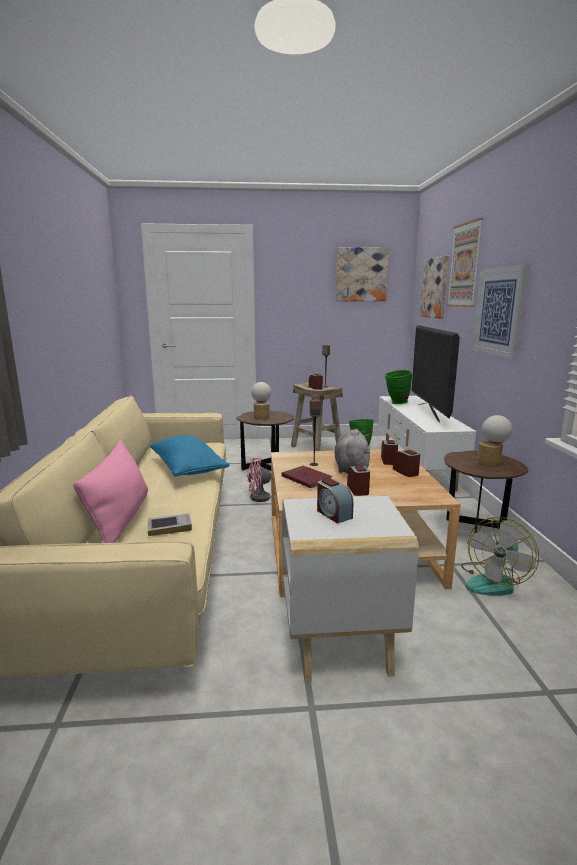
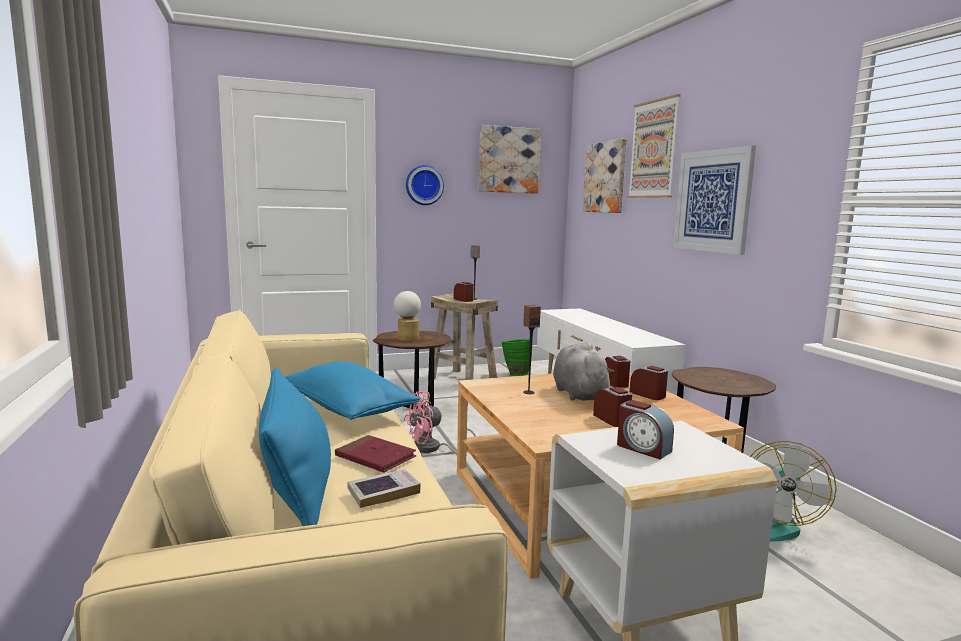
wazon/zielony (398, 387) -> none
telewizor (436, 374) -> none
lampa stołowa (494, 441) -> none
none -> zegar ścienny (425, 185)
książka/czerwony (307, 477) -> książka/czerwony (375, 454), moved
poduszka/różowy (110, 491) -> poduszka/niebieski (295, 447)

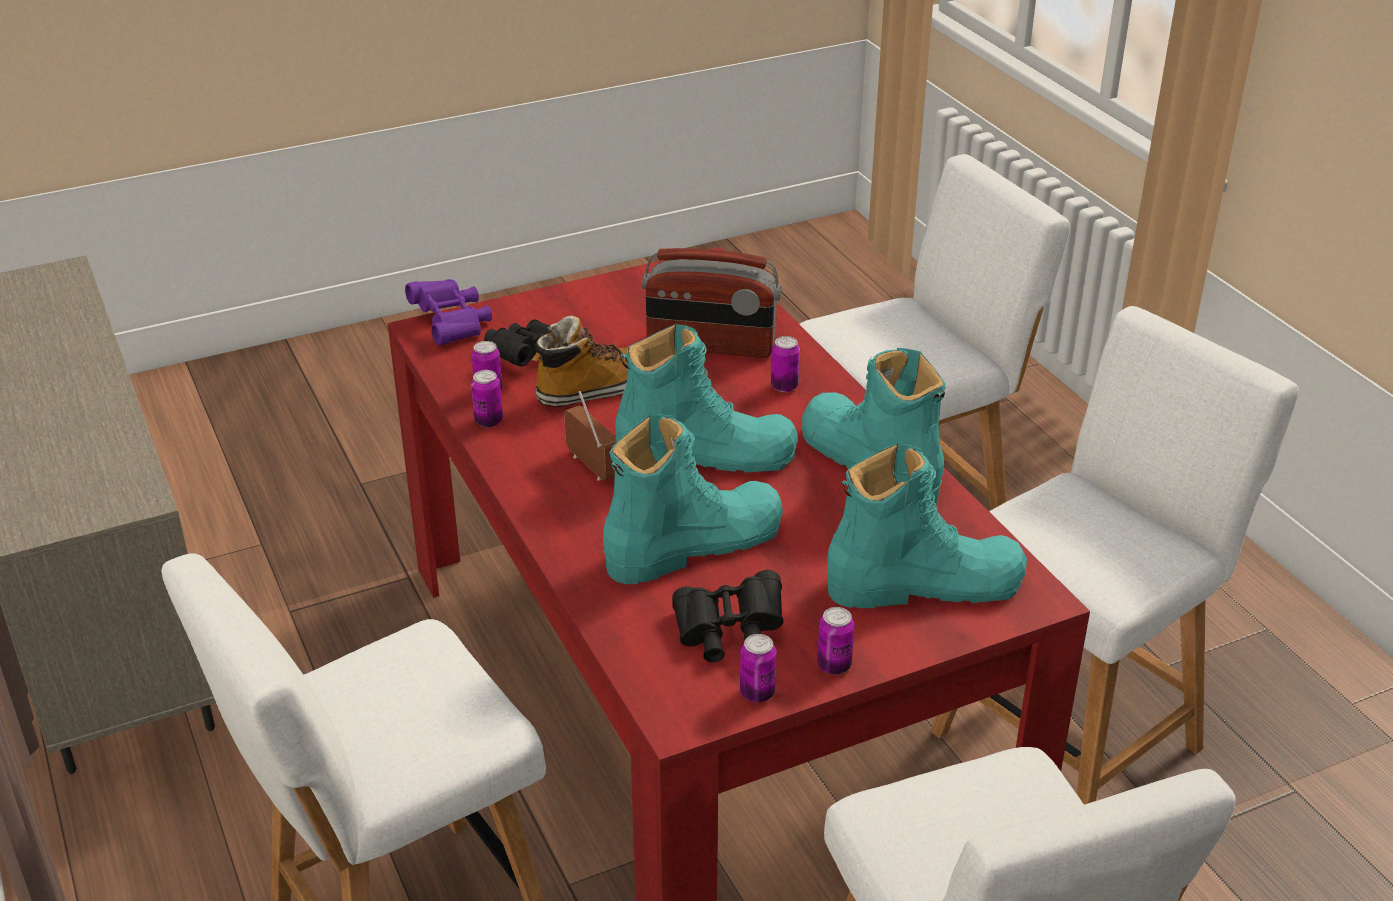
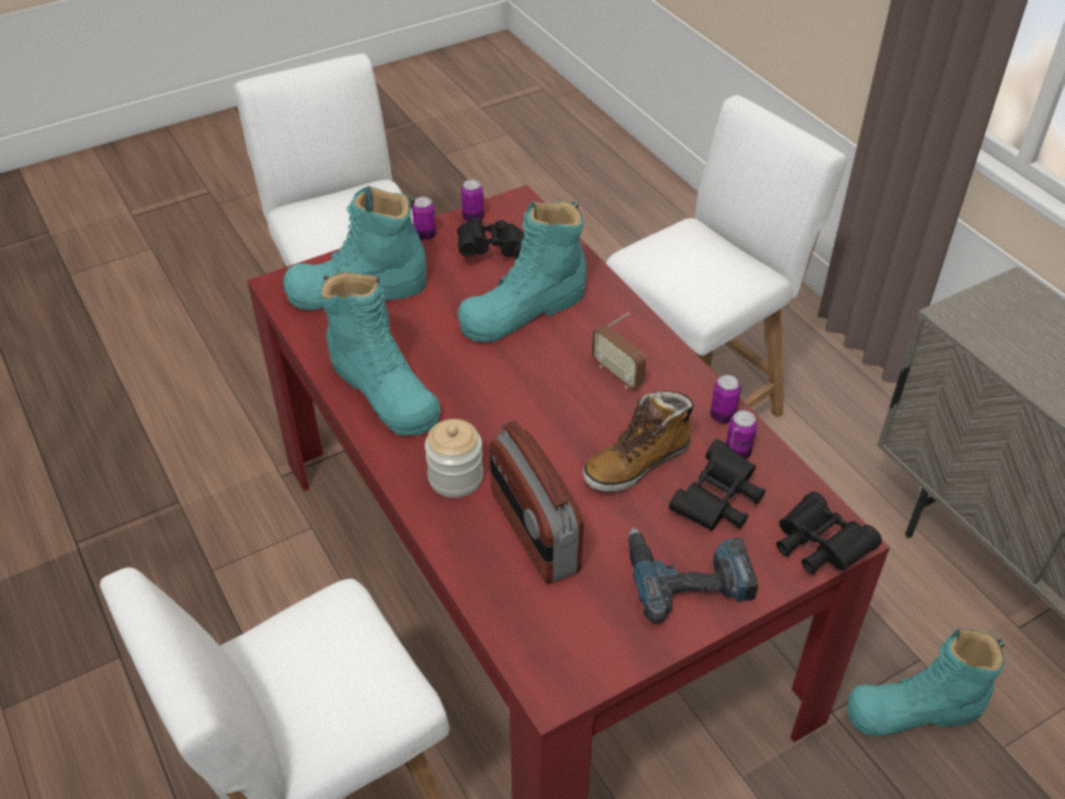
krzesło/biały (1115, 555) -> none
none -> wiertarka (693, 575)
but z cholewką/turkusowy (706, 398) -> but z cholewką/turkusowy (926, 682), moved
puszka (785, 364) -> słoik (454, 458)
lornetka/fioletowy (448, 312) -> lornetka/czarny (829, 532)
radio (711, 303) -> radio (536, 502), 120 degrees counterclockwise

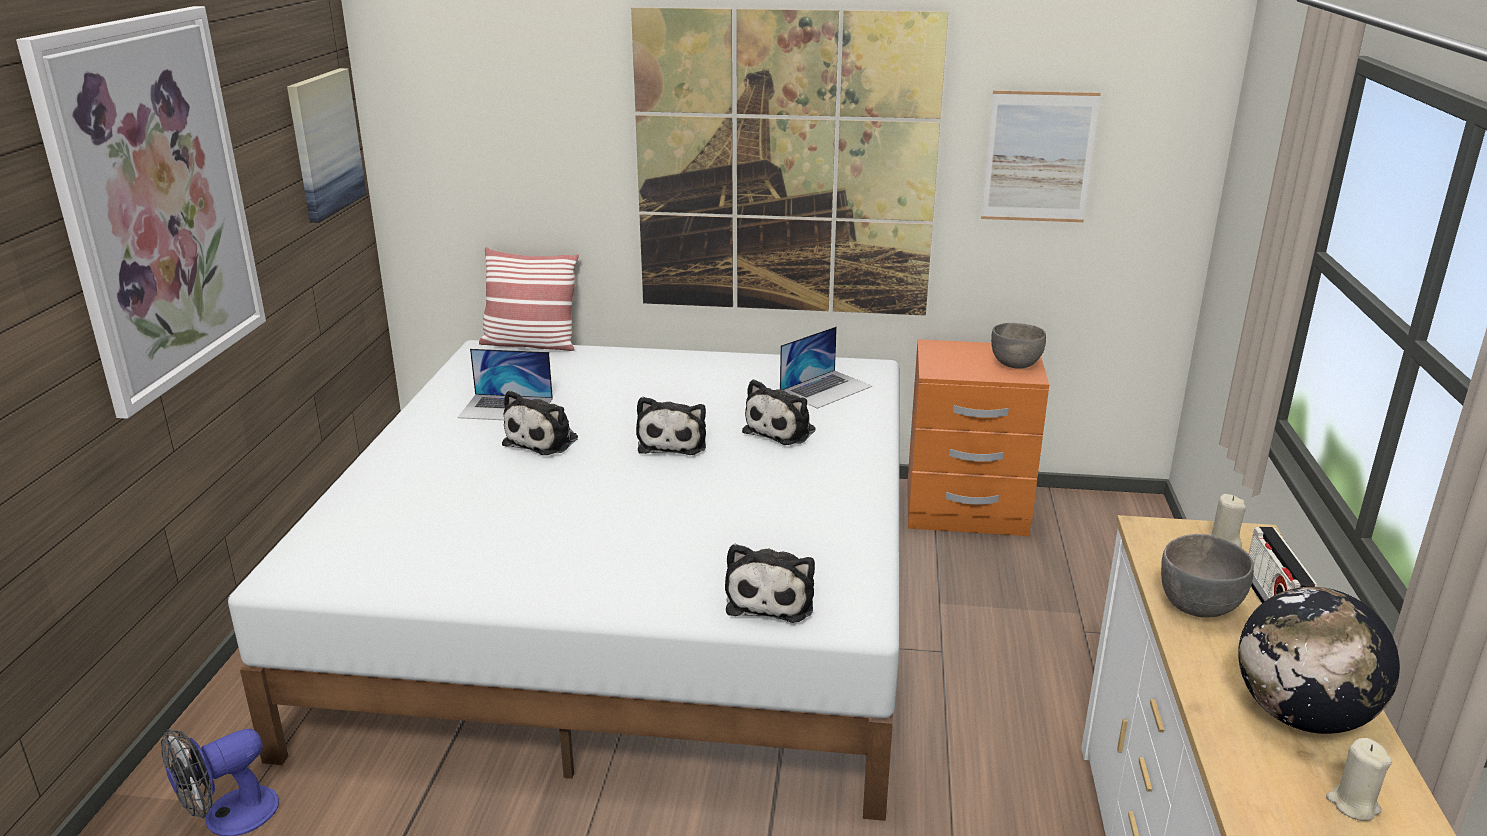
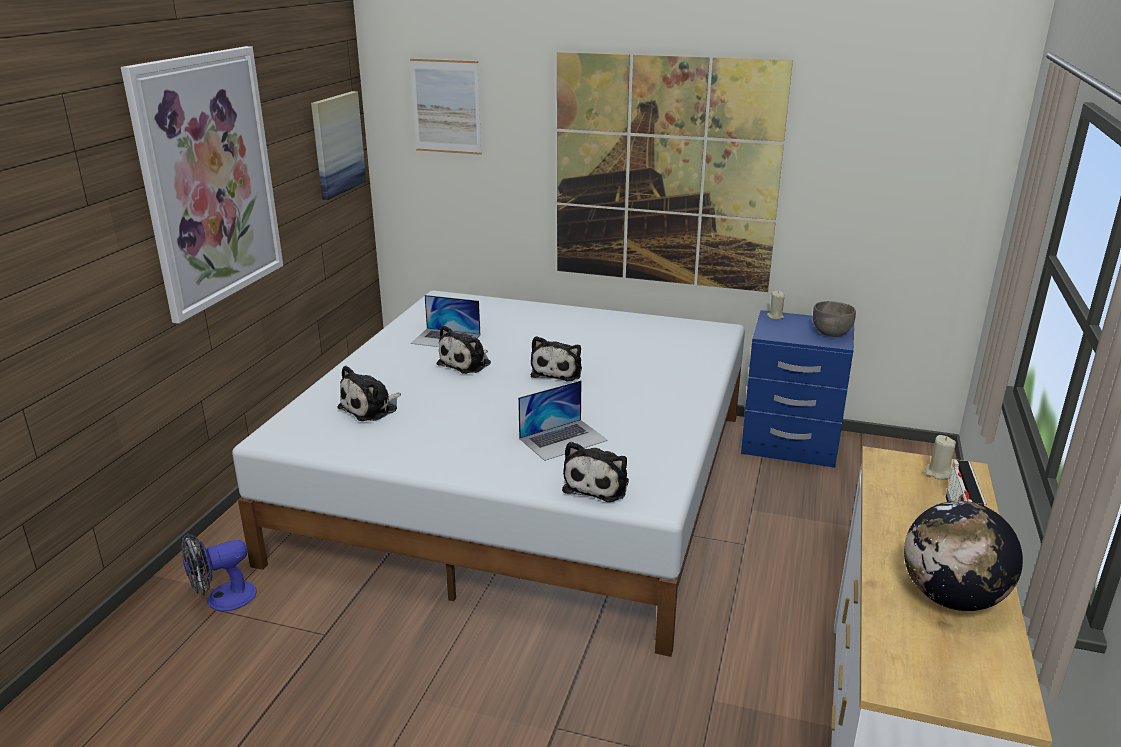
poduszka (529, 299) -> none
miska/szary (1207, 576) -> none
pluszak (779, 412) -> pluszak (369, 393), moved
laptop (826, 367) -> laptop (563, 420), moved
obraz (1041, 156) -> obraz (446, 107), moved
świeca/beżowy (1359, 779) -> świeca/beżowy (776, 305), moved
szafka nocna/pomarańczowy (978, 437) -> szafka nocna/niebieski (797, 389)

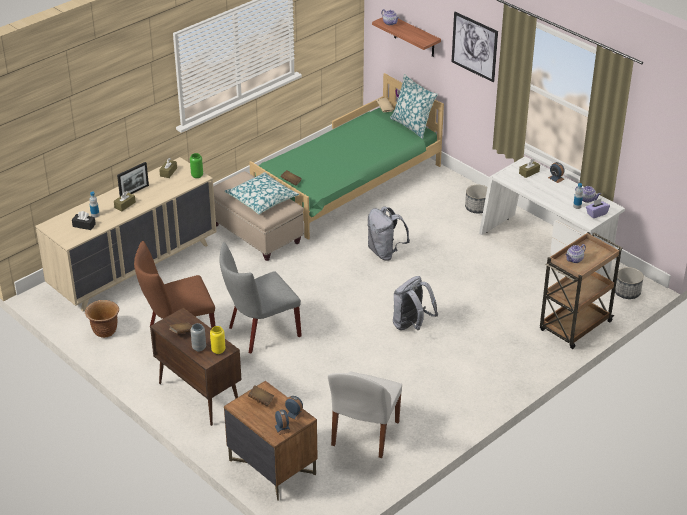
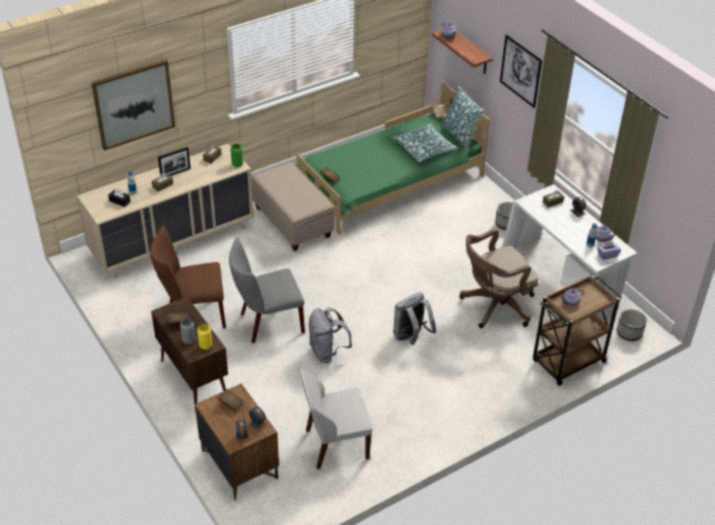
donica/brązowy (102, 319) -> none
none -> obraz (133, 105)
none -> krzesło biurowe/brązowy (499, 278)
poduszka (262, 193) -> poduszka (425, 143), moved
plecak/szary (388, 233) -> plecak/szary (330, 335), moved
krzesło/biały (365, 414) -> krzesło/biały (335, 418), 45 degrees clockwise

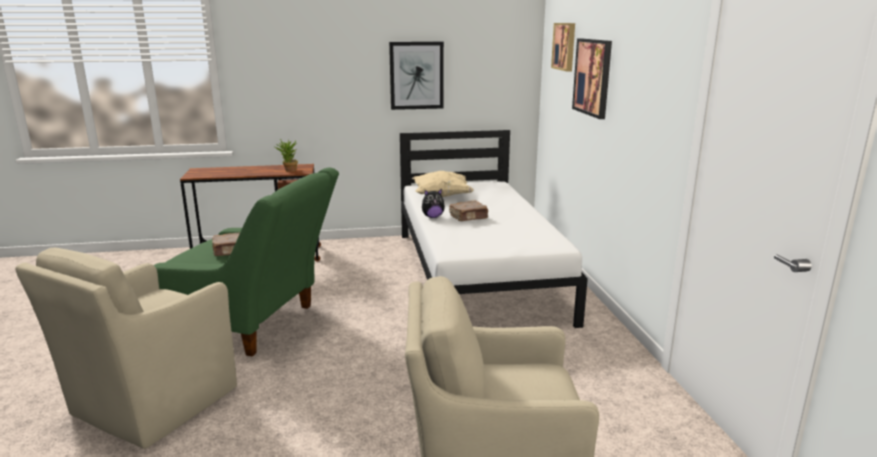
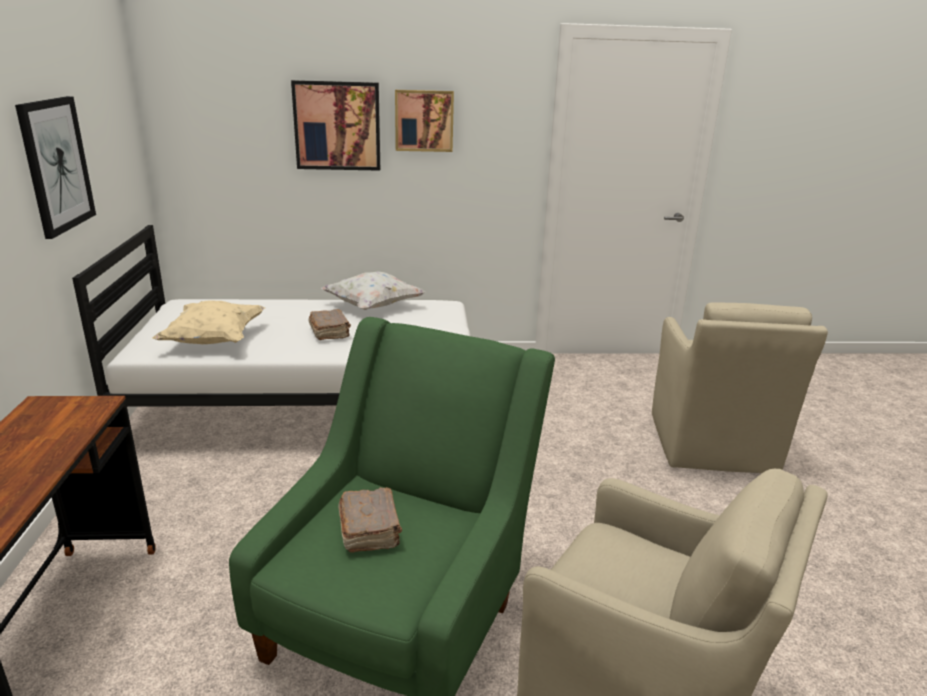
roślina doniczkowa (286, 155) -> none
pluszak (433, 203) -> none
none -> poduszka/biały (373, 290)
obraz (563, 47) -> obraz (424, 121), moved

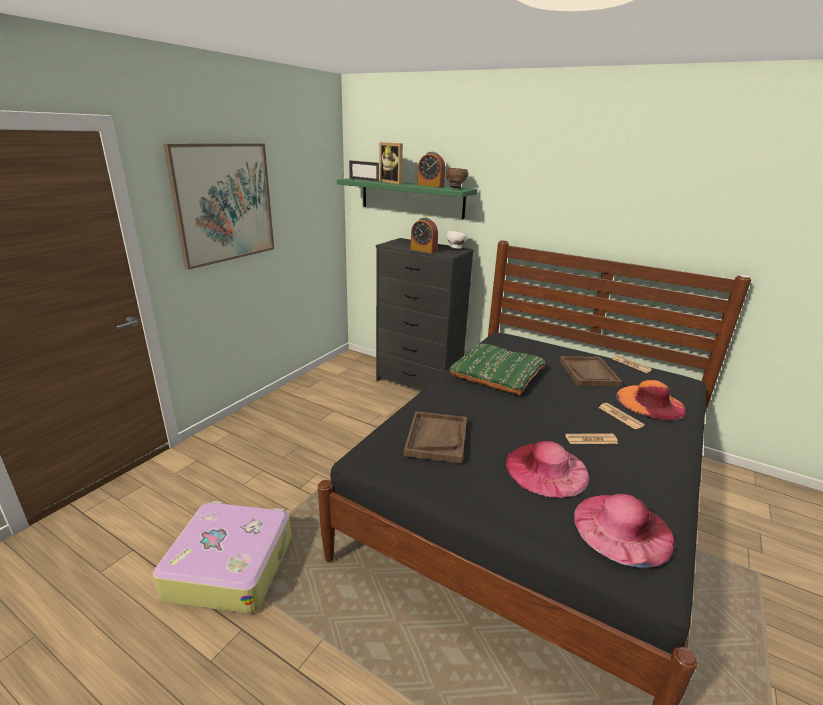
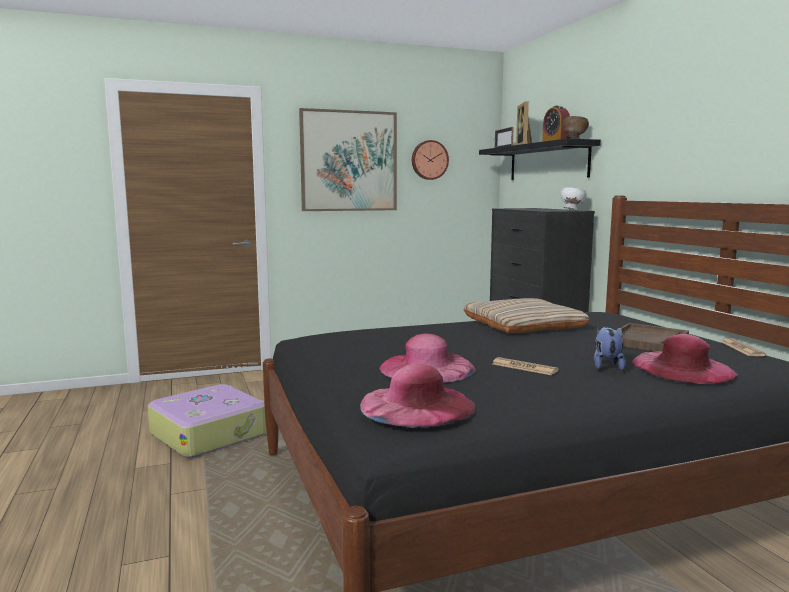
taca/brązowy (435, 437) -> none
budzik (424, 235) -> none
none -> zegar ścienny (430, 160)
gazeta (621, 416) -> pluszak (610, 348)
półka/zielony (407, 199) -> półka/czarny (540, 159)
poduszka/zielony (497, 369) -> poduszka/beżowy (526, 315)
kapelusz/pomarańczowy (651, 400) -> kapelusz/różowy (685, 359)

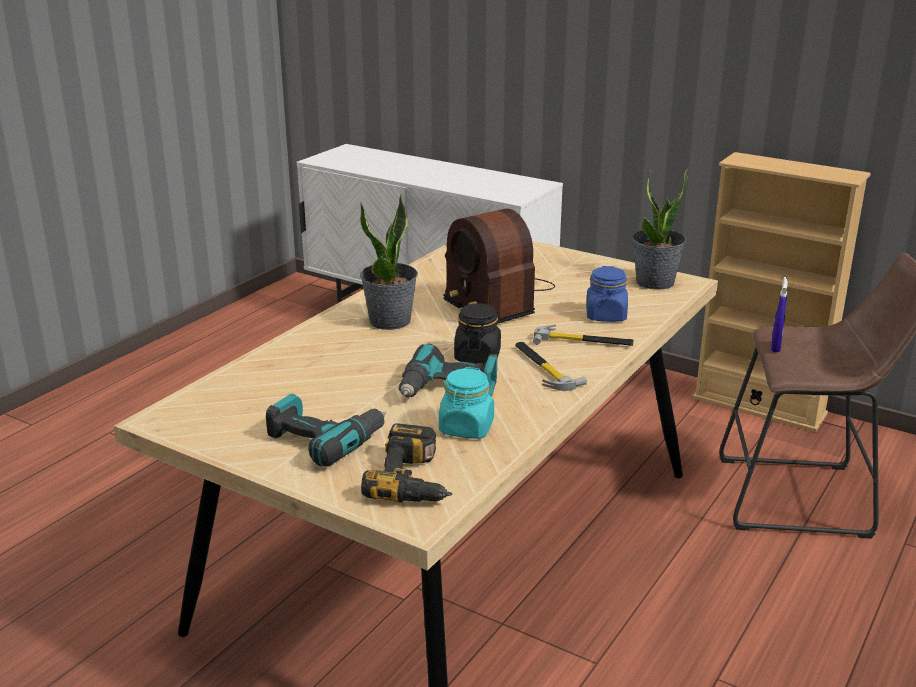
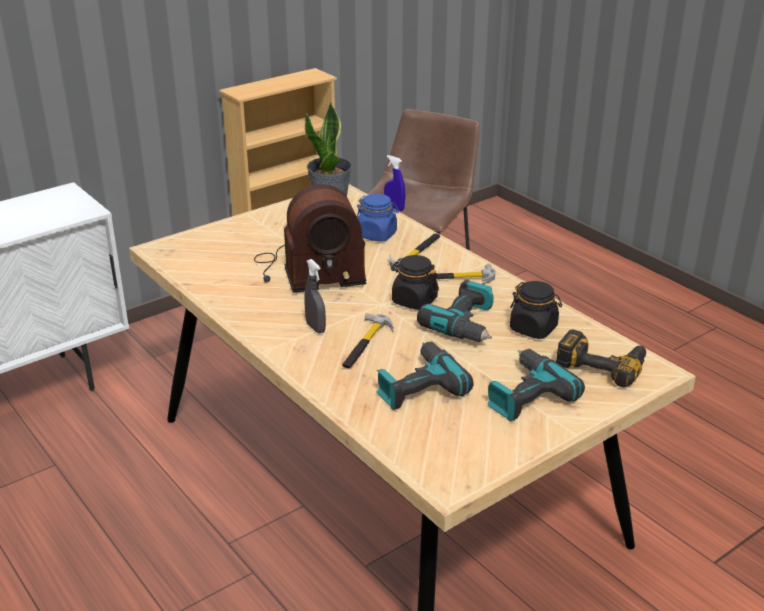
none -> młotek (367, 340)
none -> wiertarka (425, 375)
roślina doniczkowa (389, 262) -> spryskiwacz/szary (315, 296)
słoik/turkusowy (466, 403) -> słoik/czarny (536, 310)

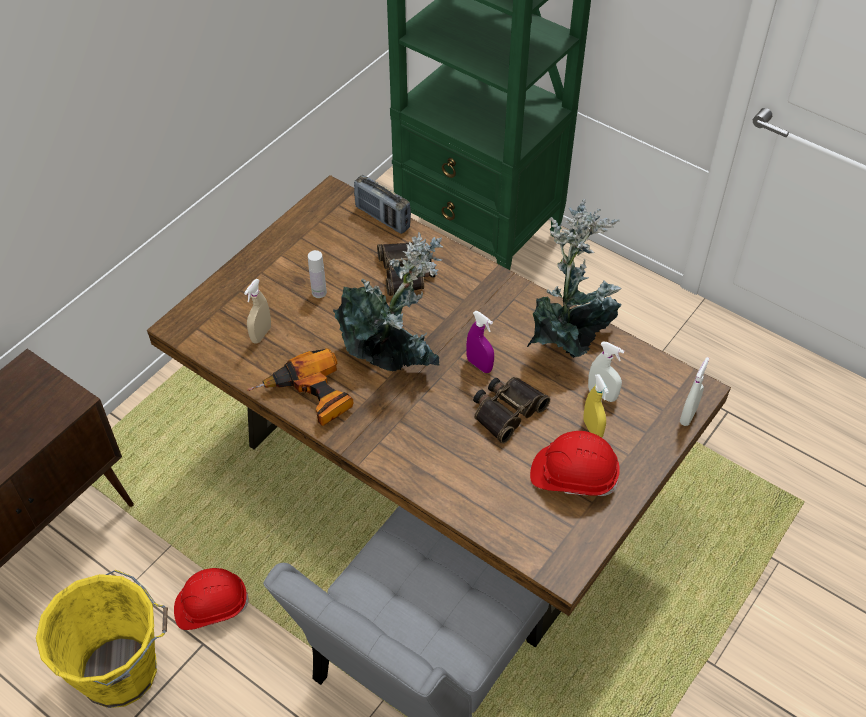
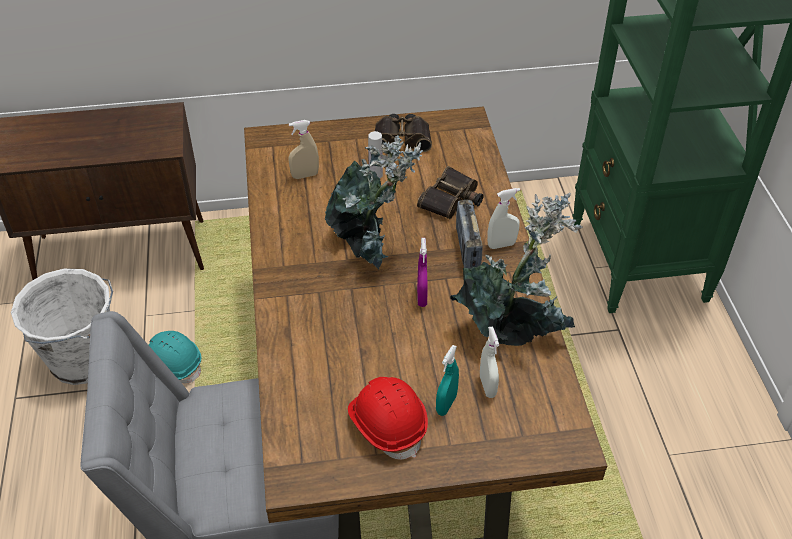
wiertarka (300, 387) -> none
radio (382, 204) -> radio (469, 234), moved
lornetka (511, 410) -> lornetka (403, 133), moved
spryskiwacz/biały (694, 391) -> spryskiwacz/biały (503, 218), moved
wiadro/żółty (102, 639) -> wiadro/biały (62, 326)
kask/czerwony (211, 599) -> kask/turkusowy (175, 357)
spryskiwacz/żółty (596, 406) -> spryskiwacz/turkusowy (447, 380)

